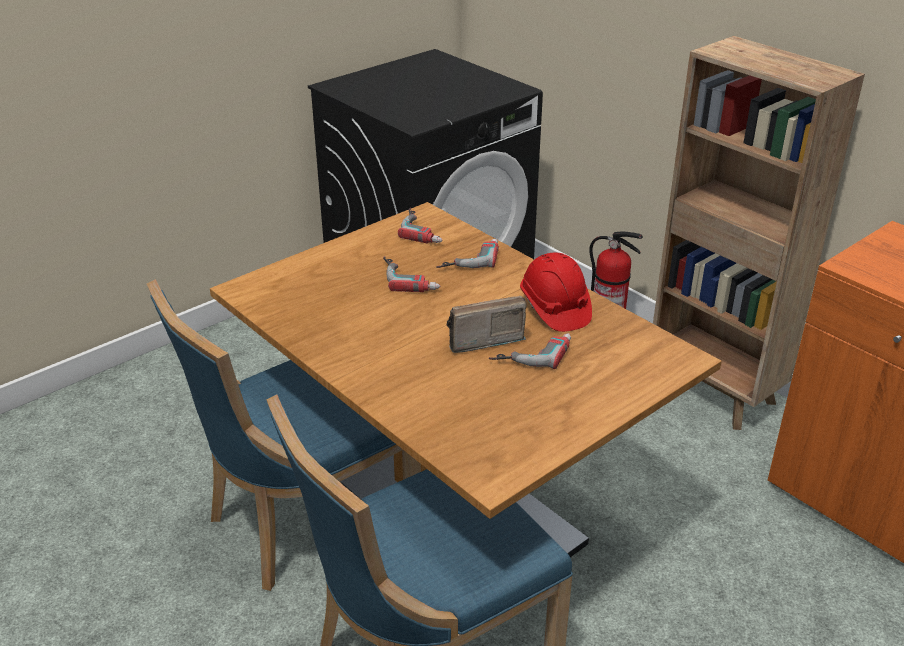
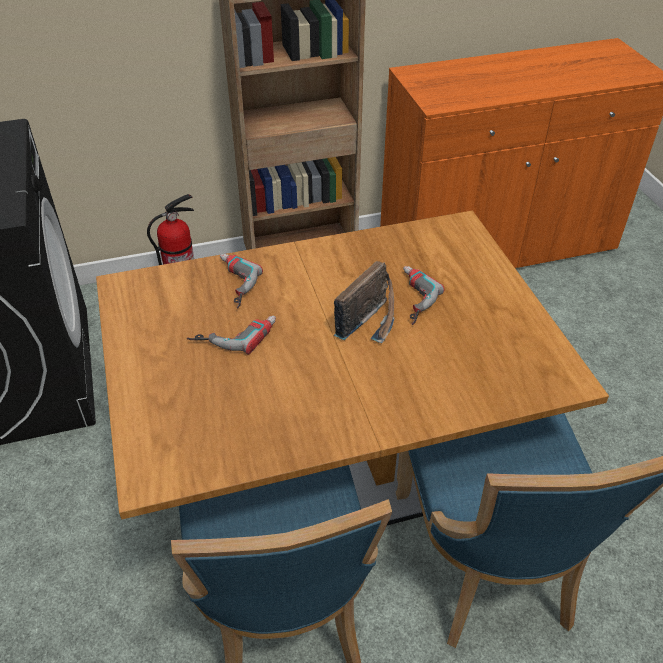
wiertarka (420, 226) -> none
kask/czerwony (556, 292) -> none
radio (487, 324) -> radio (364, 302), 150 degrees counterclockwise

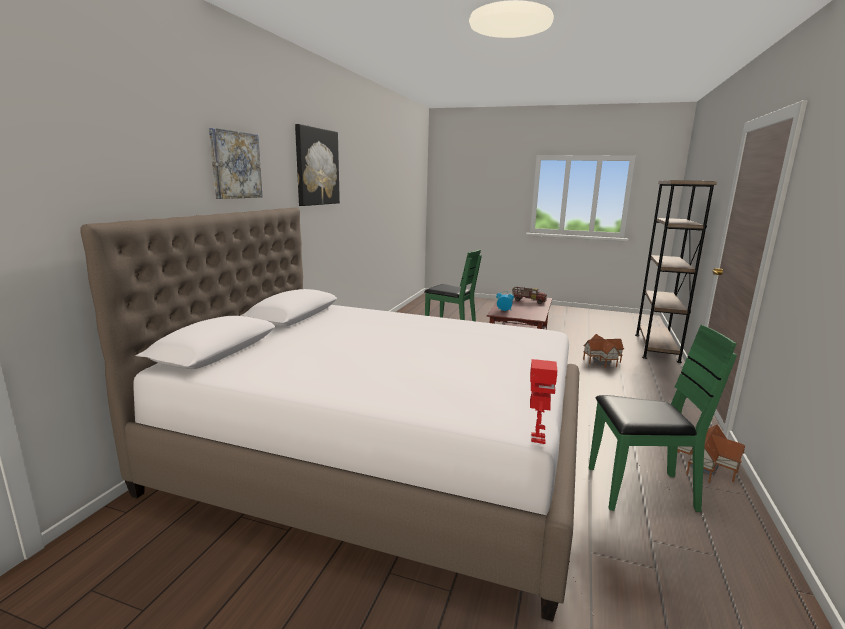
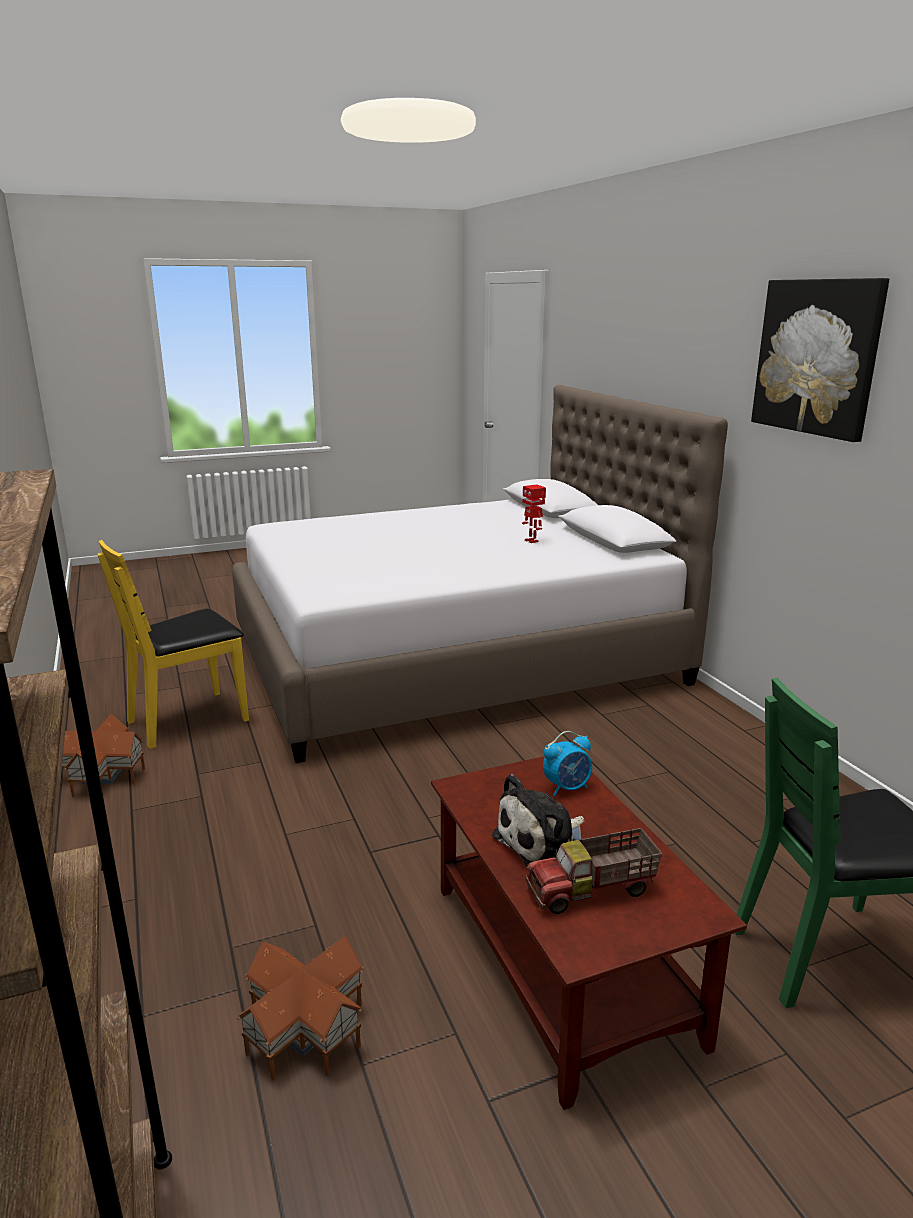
obraz (236, 163) -> none
none -> pluszak (538, 820)
robot zabawkowy (544, 401) -> robot zabawkowy (534, 513), moved
krzesło/zielony (663, 418) -> krzesło/żółty (173, 644)

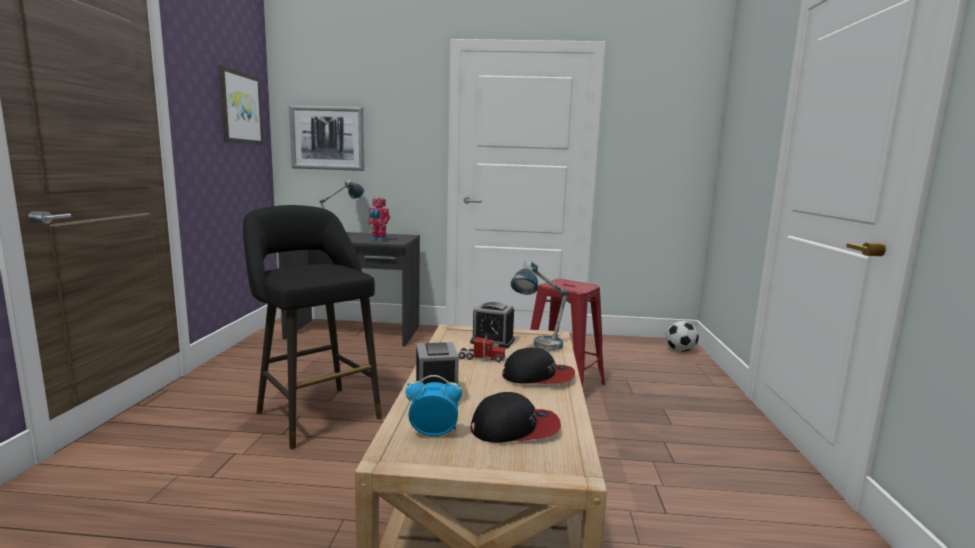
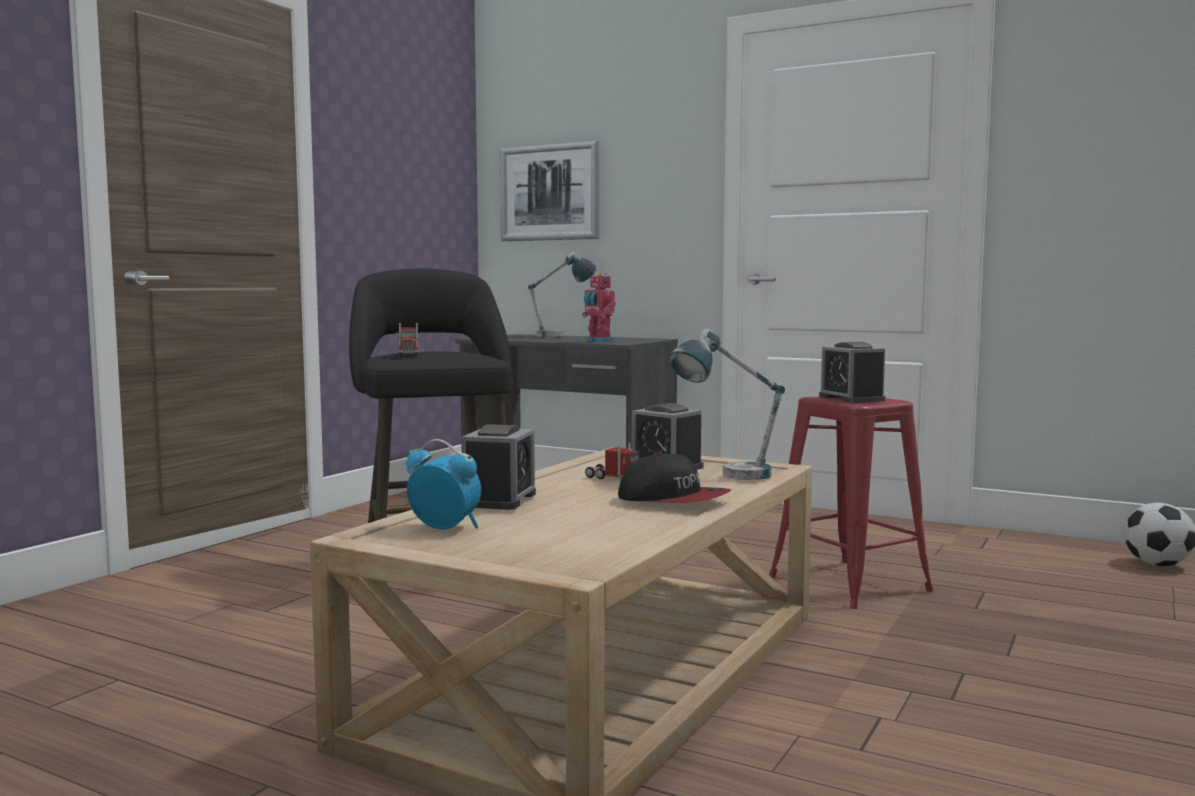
obraz (241, 105) -> none
czapka z daszkiem (516, 417) -> none
none -> ciężarówka zabawkowa (408, 339)
none -> budzik (852, 372)

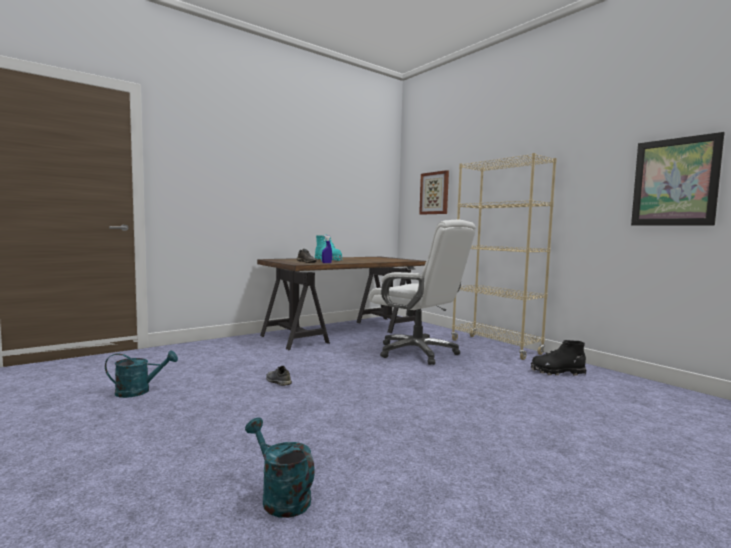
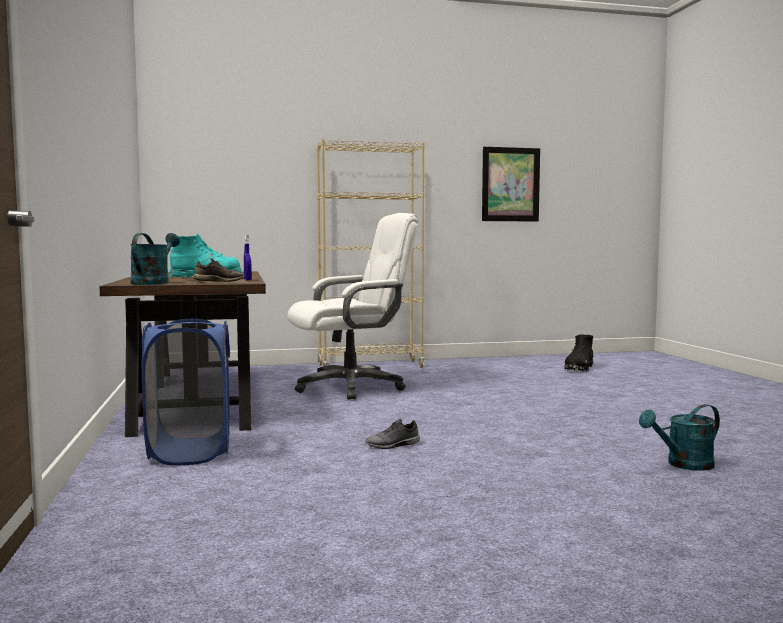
obraz (434, 192) -> none
none -> kosz na pranie/niebieski (186, 392)
konewka/turkusowy (141, 374) -> konewka/turkusowy (155, 259), moved
but z cholewką/czarny (559, 357) -> but z cholewką/czarny (578, 353), moved

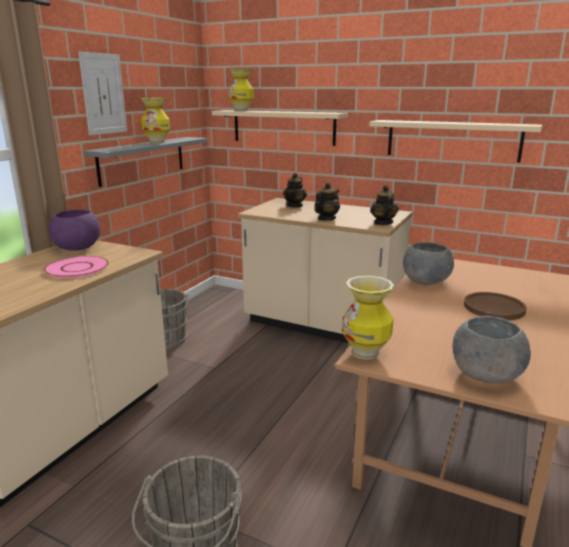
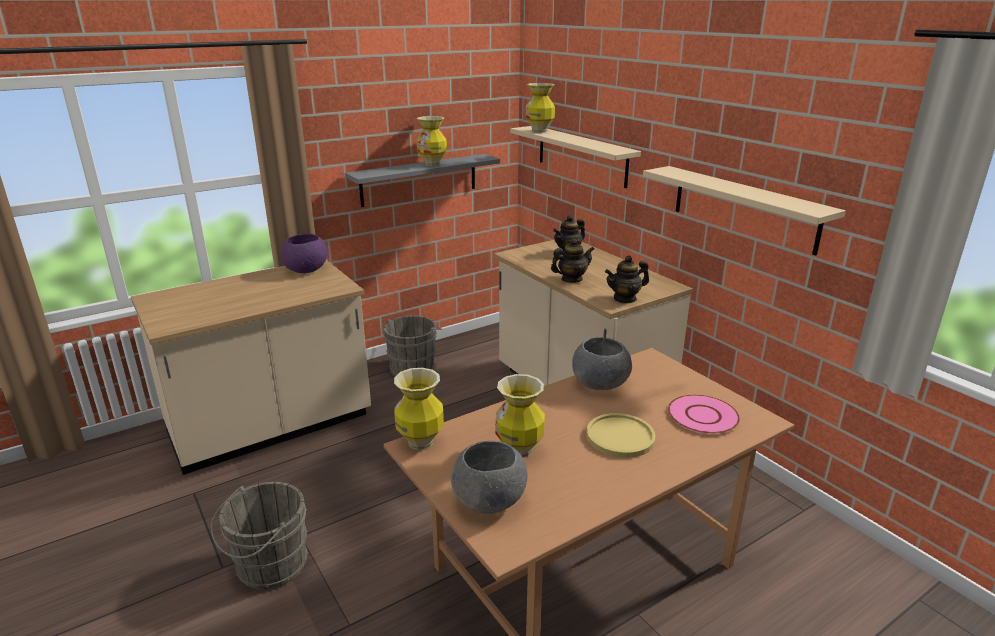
obraz (102, 93) -> none
none -> wazon (520, 416)
talerz/różowy (76, 267) -> talerz/różowy (704, 414), moved
talerz/brązowy (495, 306) -> talerz/żółty (620, 435)
imbryk (384, 205) -> imbryk (627, 279), 135 degrees counterclockwise

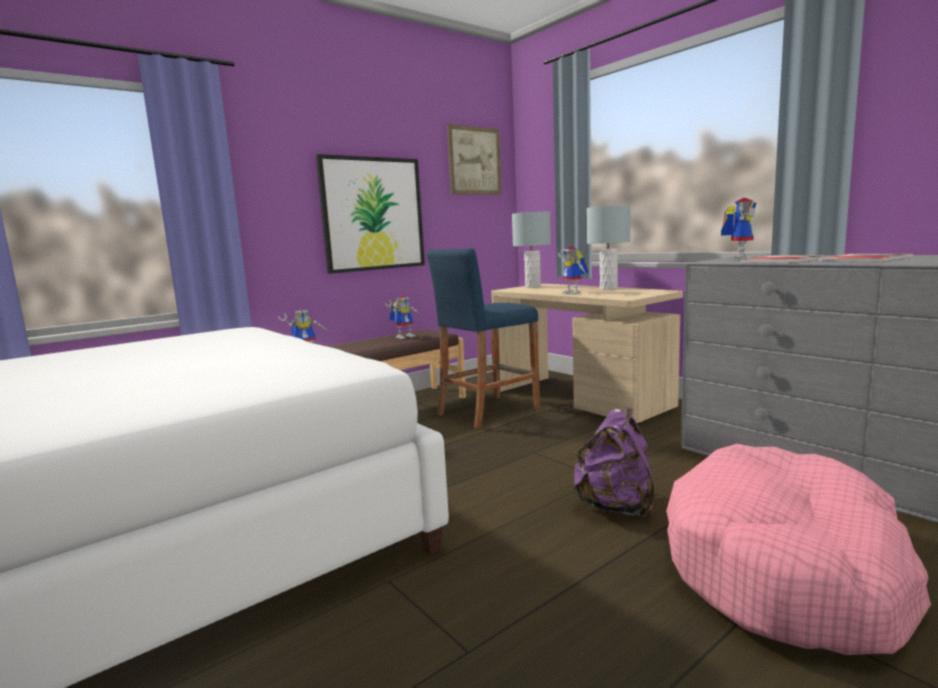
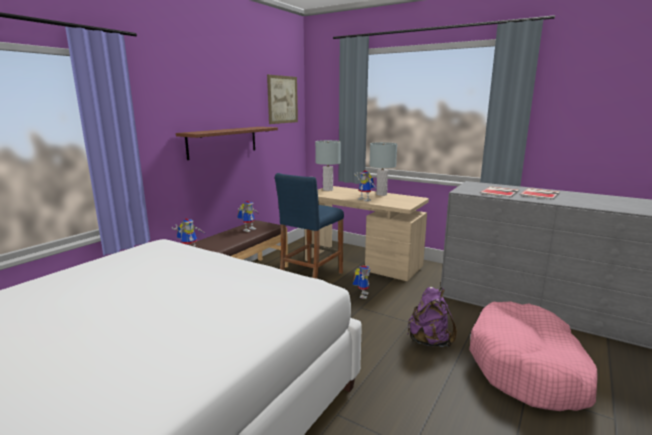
robot zabawkowy (739, 228) -> robot zabawkowy (361, 282), moved
obraz (370, 214) -> półka/brązowy (227, 143)

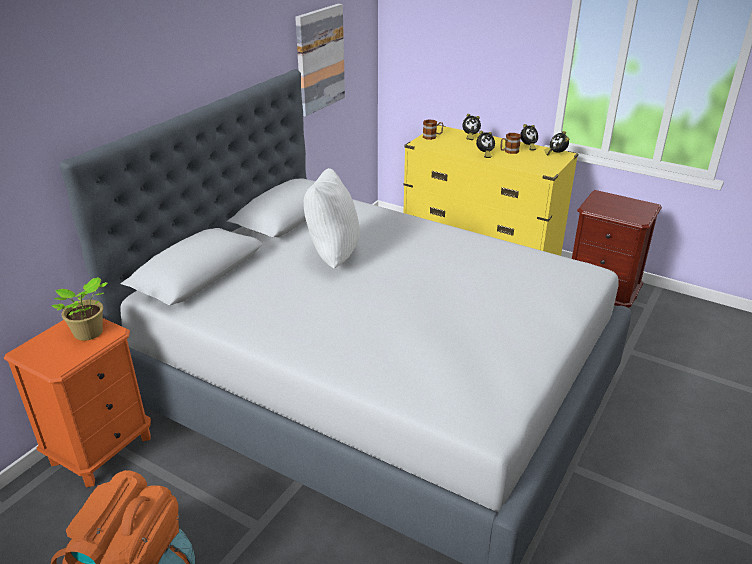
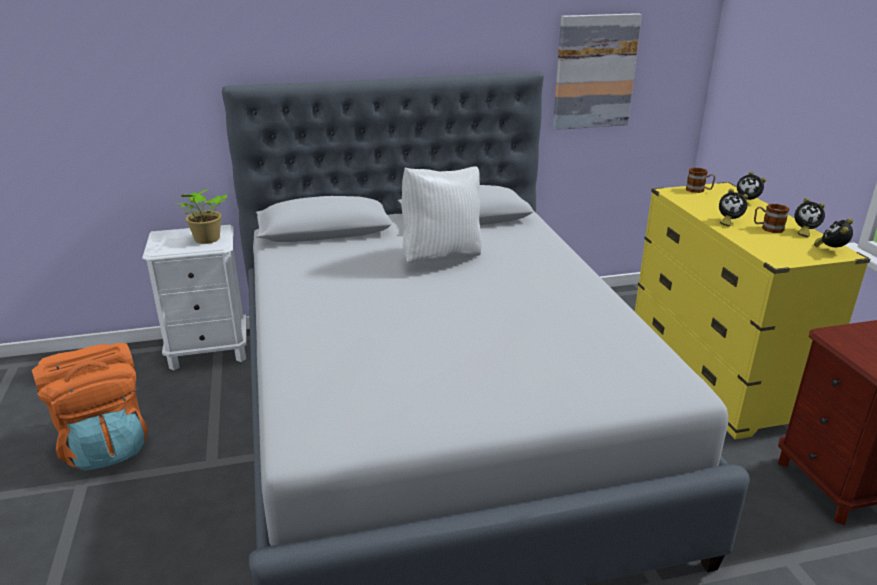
szafka nocna/pomarańczowy (77, 402) -> szafka nocna/biały (194, 298)

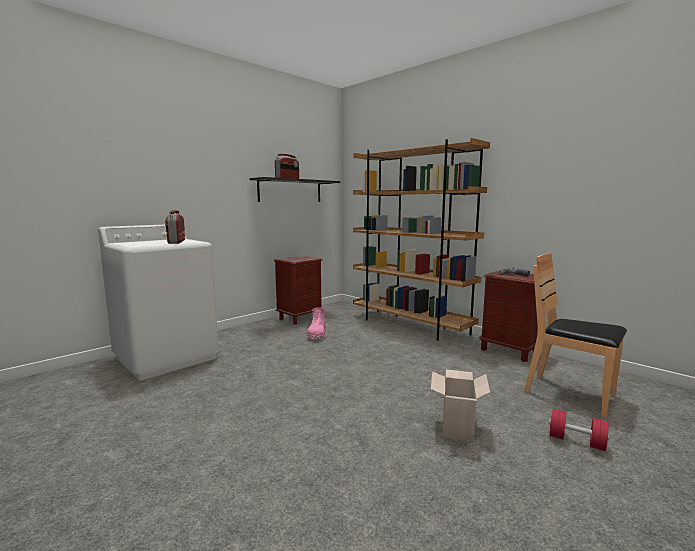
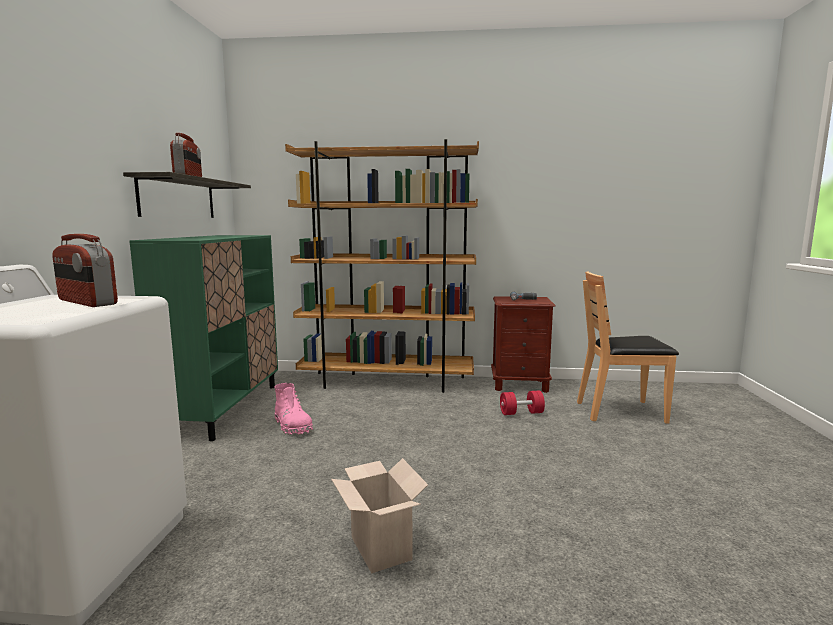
karton (460, 405) -> karton (379, 515), moved
hantel/czerwony (579, 430) -> hantel/czerwony (522, 403), moved
szafka nocna/brązowy (298, 290) -> szafka/zielony (203, 338)

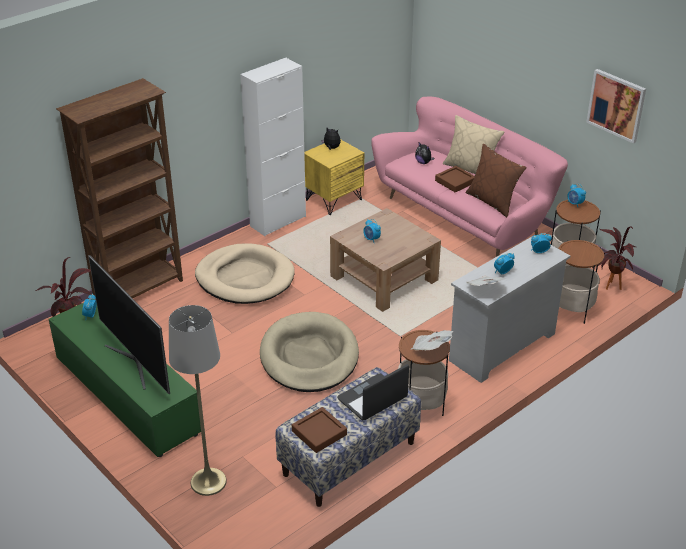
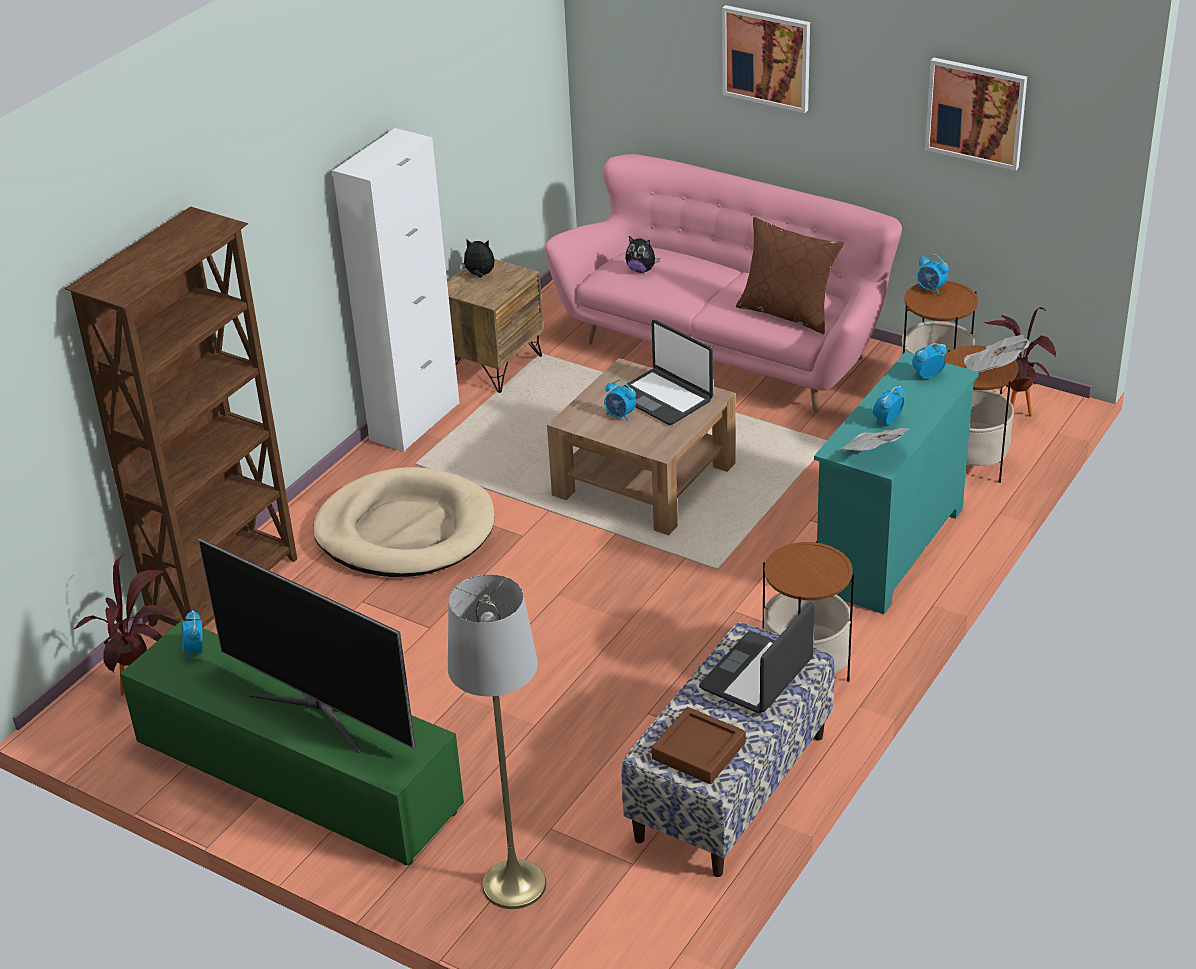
legowisko/beżowy (309, 352) -> none
taca/brązowy (455, 179) -> none
poduszka/beżowy (474, 144) -> none
none -> laptop (668, 372)
none -> obraz (766, 59)
gazeta (432, 340) -> gazeta (996, 353), moved
szafka nocna/żółty (334, 177) -> szafka nocna/brązowy (495, 326)
komoda/biały (509, 310) -> komoda/turkusowy (896, 483)

